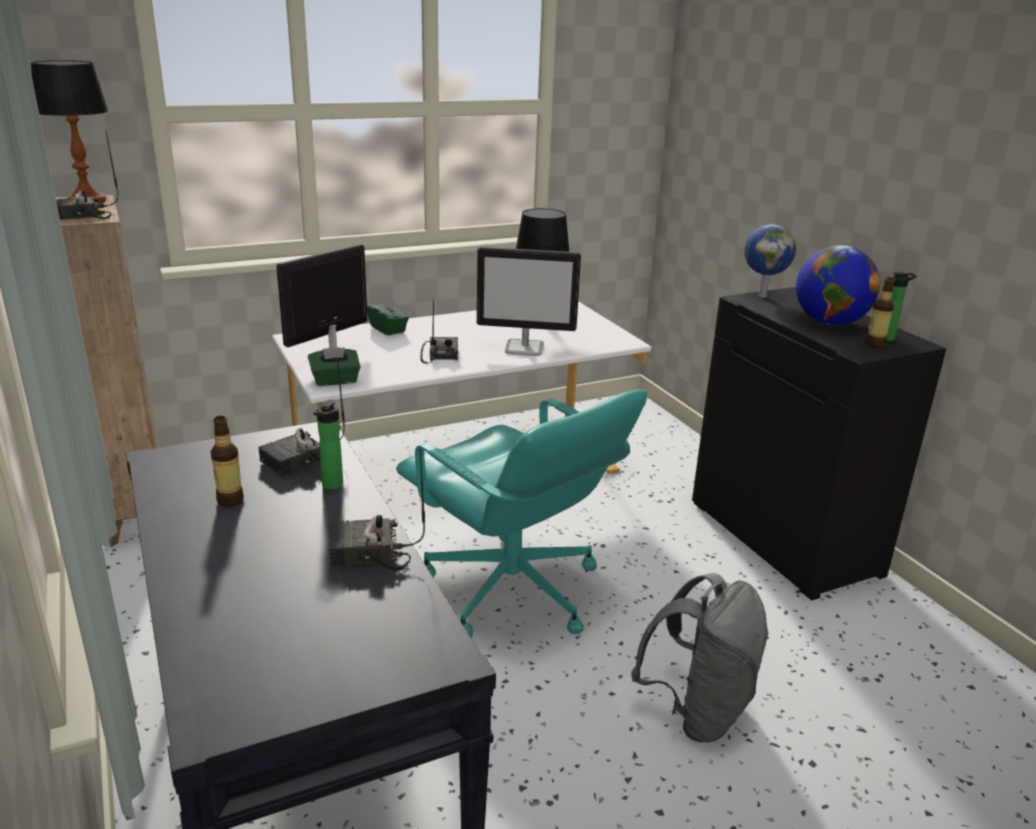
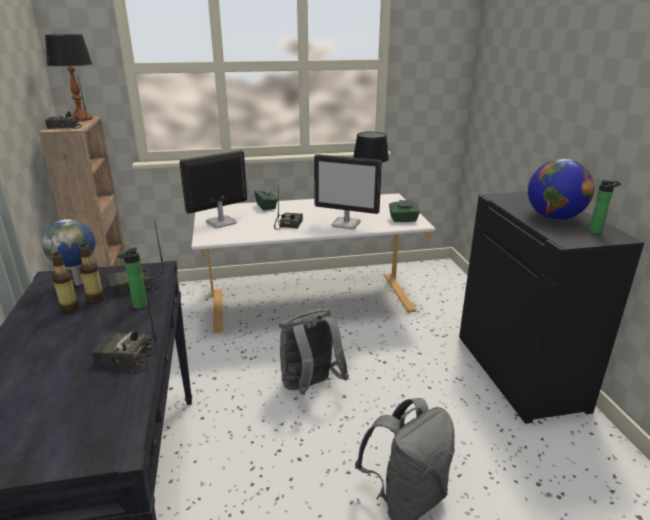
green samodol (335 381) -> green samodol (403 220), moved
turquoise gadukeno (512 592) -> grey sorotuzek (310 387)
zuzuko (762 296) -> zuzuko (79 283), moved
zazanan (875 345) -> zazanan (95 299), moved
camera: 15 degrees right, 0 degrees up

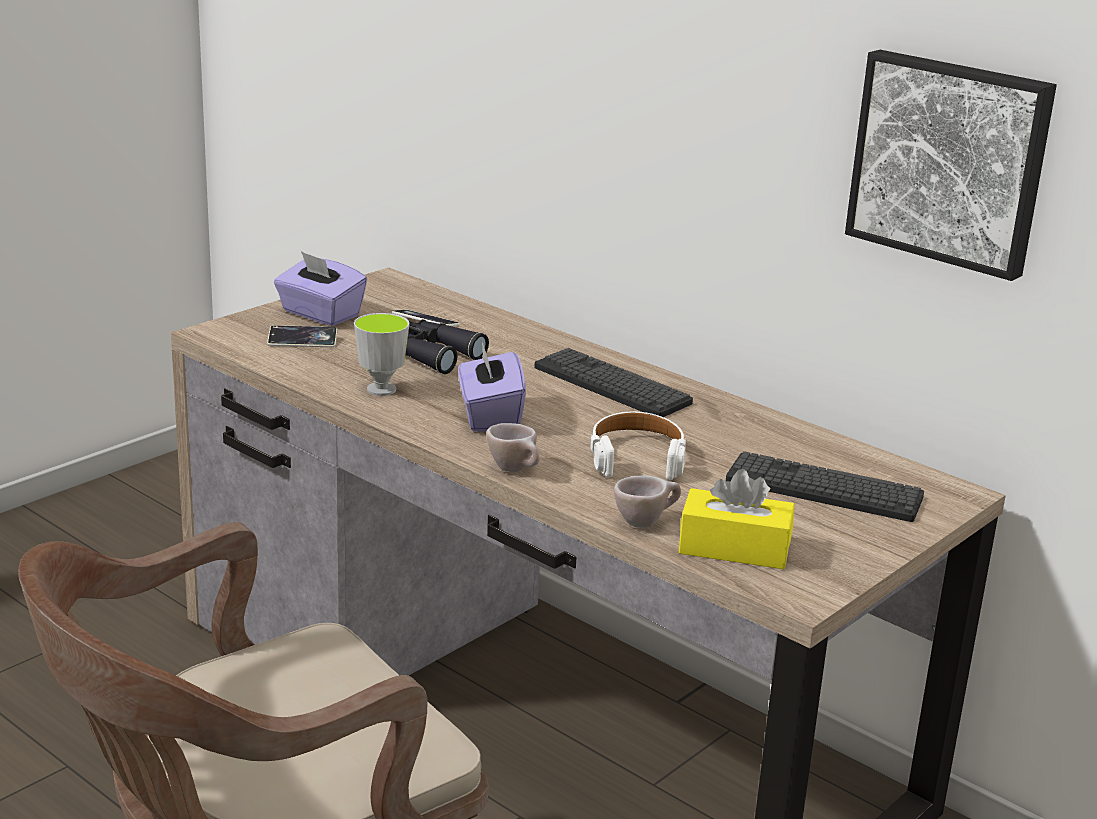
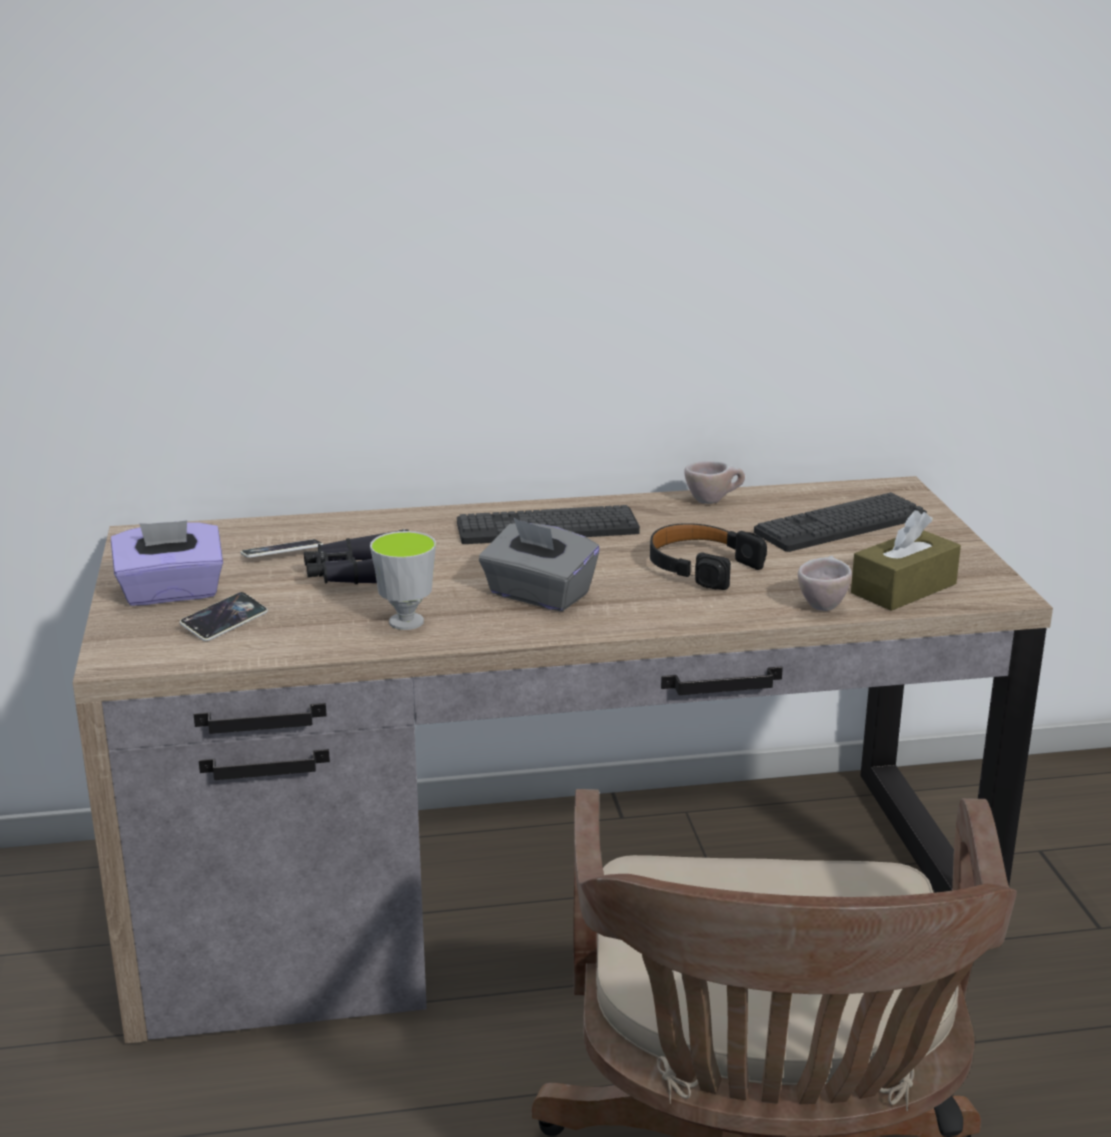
purple samodol (489 416) -> grey samodol (538 595)
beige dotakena (516 470) -> beige dotakena (713 501), moved
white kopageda (637 457) -> black kopageda (701 566)
yellow samodol (734 548) -> brown samodol (903 588)
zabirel (950 161) -> none
camera: 50 degrees left, 0 degrees up

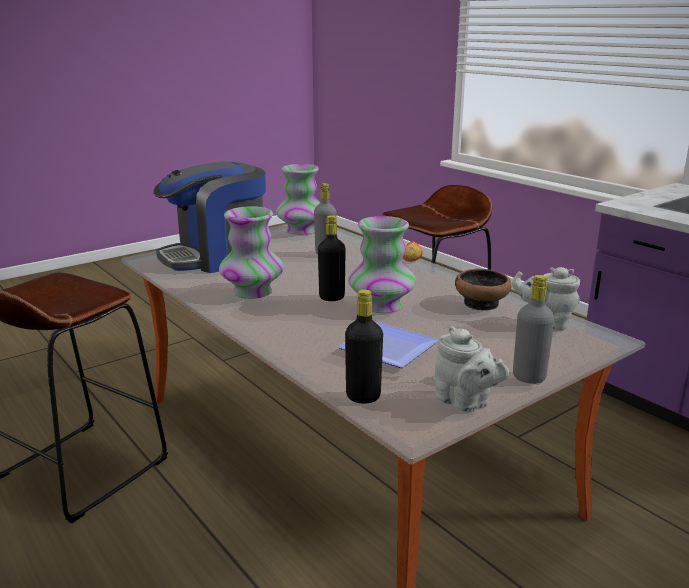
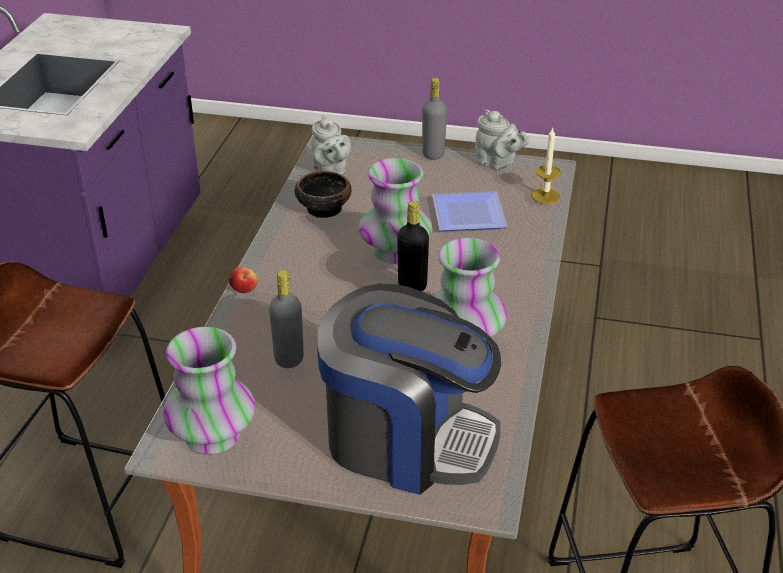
black zazanan (363 396) -> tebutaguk (545 196)
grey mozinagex (465 402) -> grey mozinagex (497 163), 120 degrees clockwise
camera: 130 degrees left, 15 degrees up

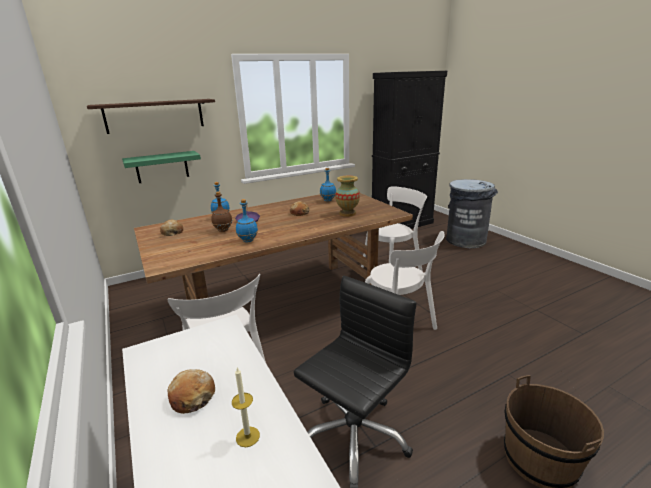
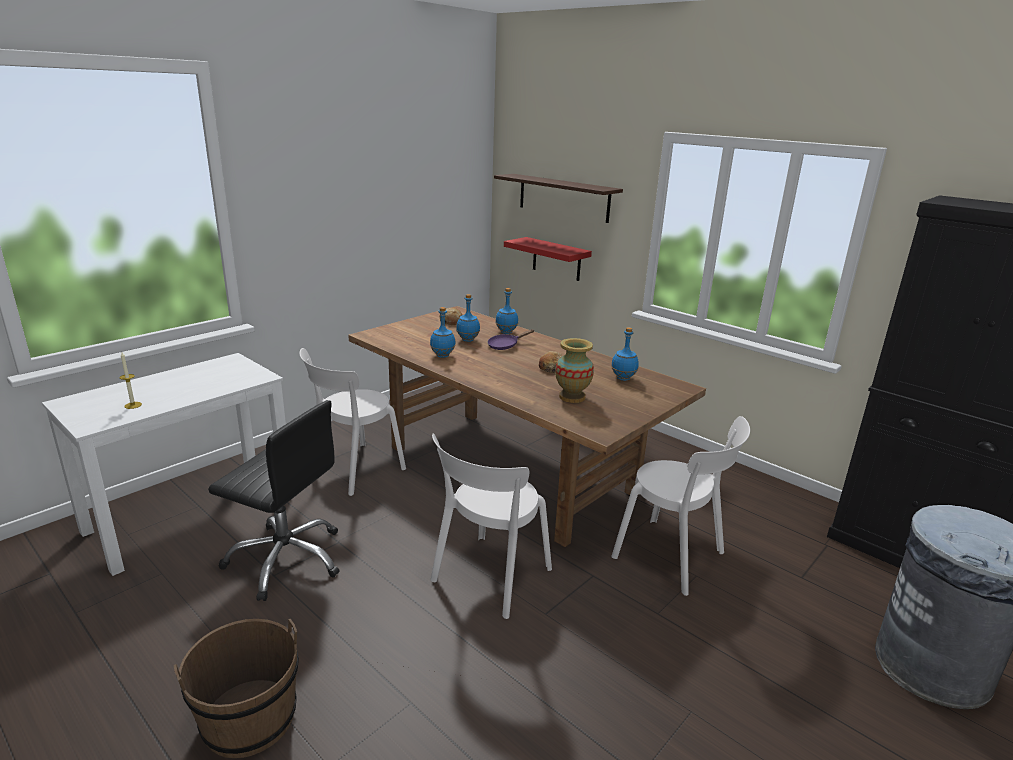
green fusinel (162 167) -> red fusinel (556 259)
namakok (192 397) -> none
brown zazanan (223 230) -> blue zazanan (467 340)
camera: 70 degrees right, 0 degrees up

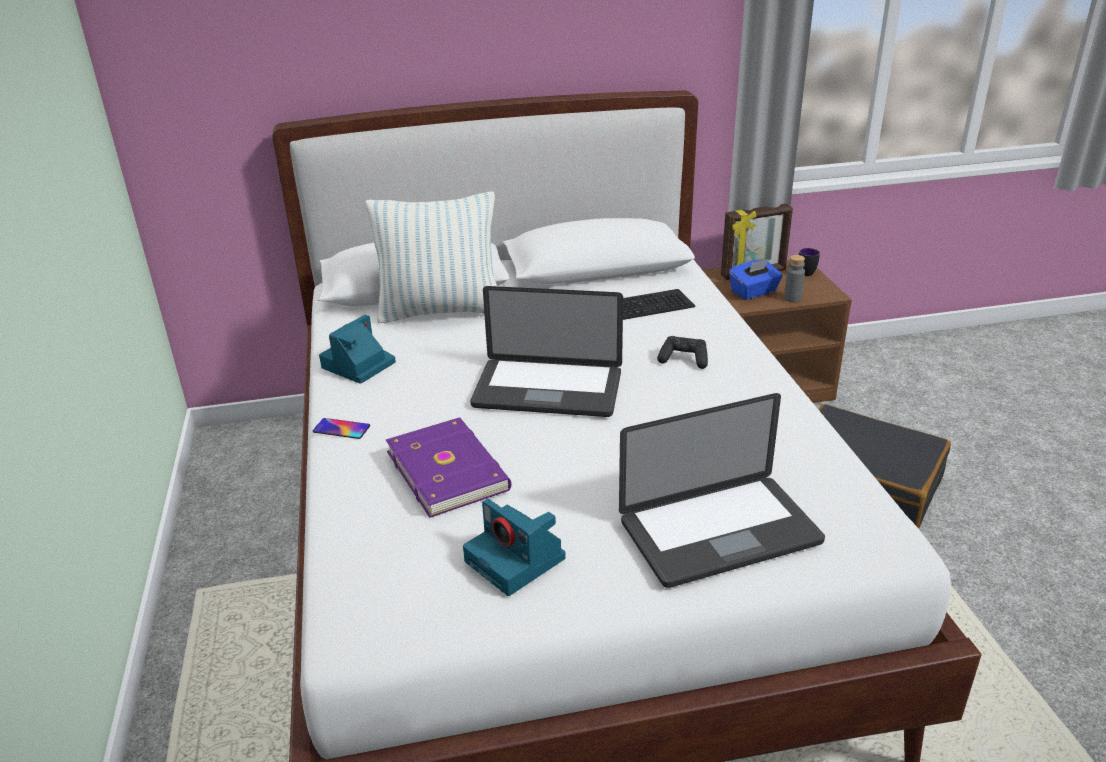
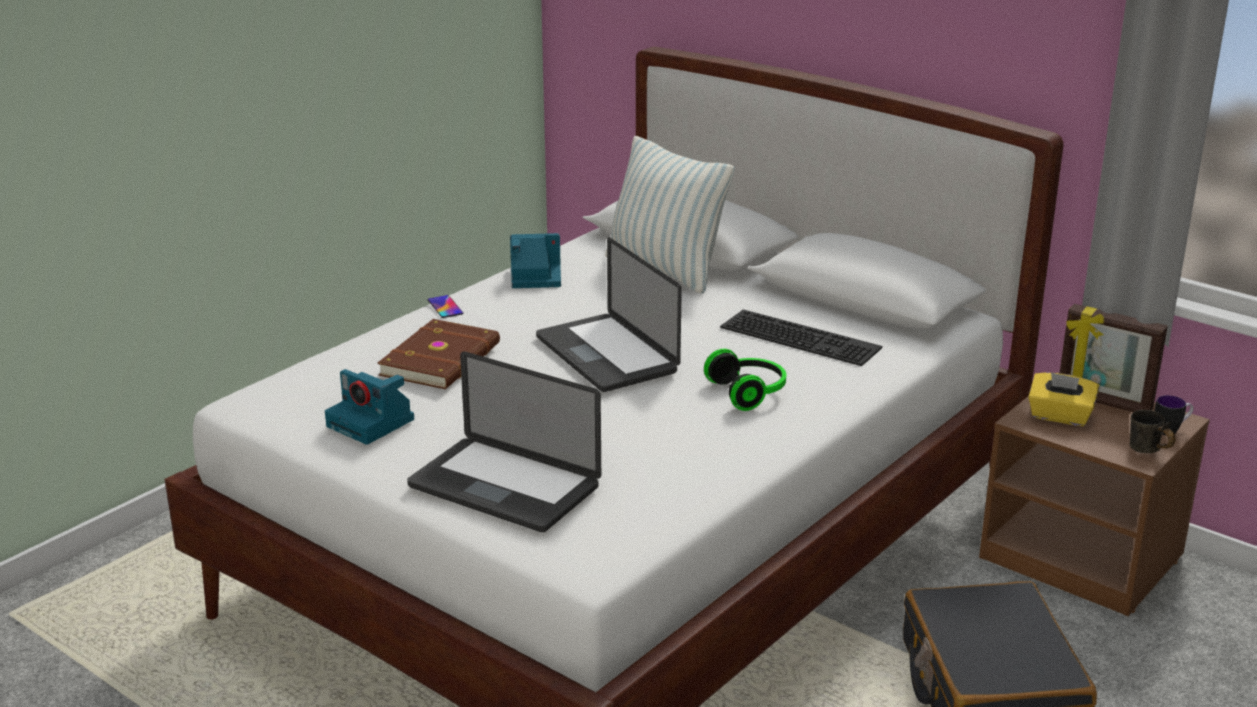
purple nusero (449 469) -> brown nusero (442 360)
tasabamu (517 560) -> tasabamu (372 423), 60 degrees counterclockwise
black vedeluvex (684 360) -> kopageda (749 393)
blue samodol (754 292) -> yellow samodol (1060 416)
grey zazanan (792 298) -> none
none -> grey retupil (1146 452)
camera: 50 degrees right, 5 degrees down

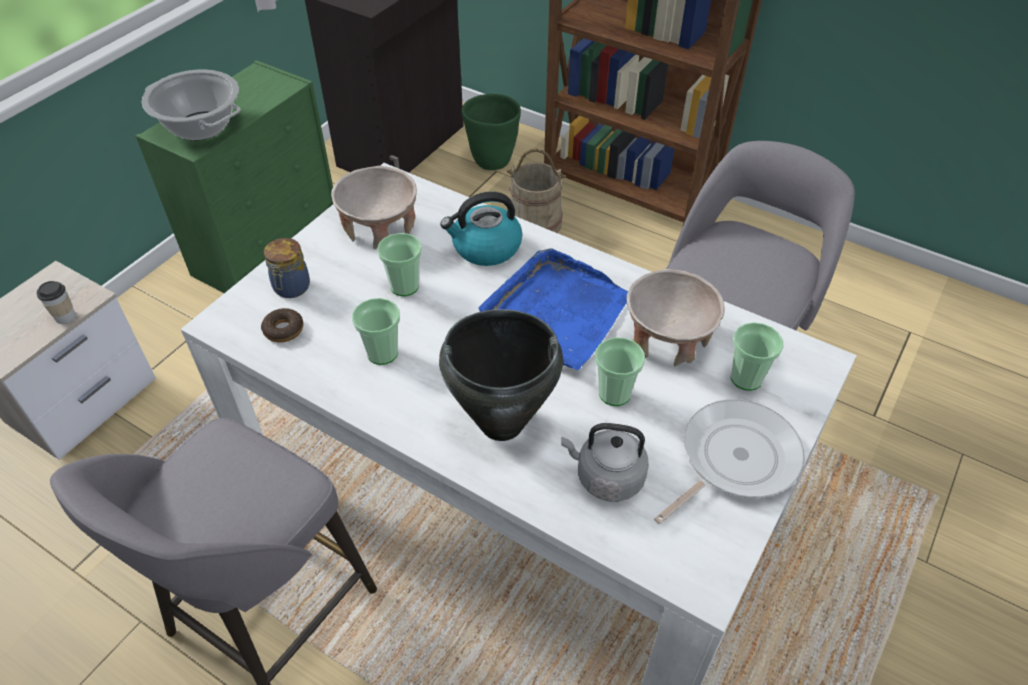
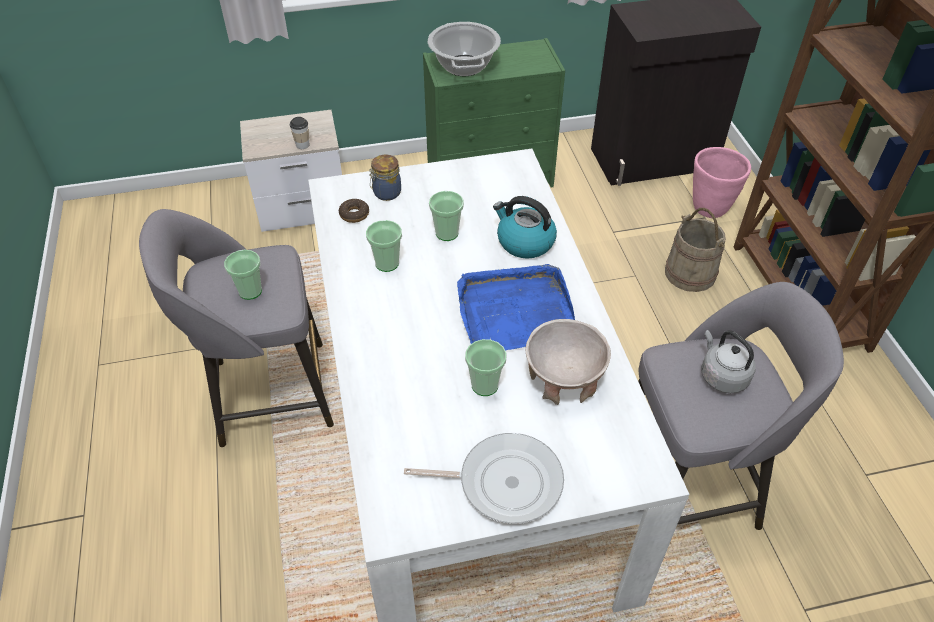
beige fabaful (379 229) -> none
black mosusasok (500 422) -> none
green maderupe (492 161) -> pink maderupe (709 208)
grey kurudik (606 477) -> grey kurudik (722 376), moved
dotakena (746 378) -> dotakena (250 291), moved
camera: 45 degrees right, 0 degrees up

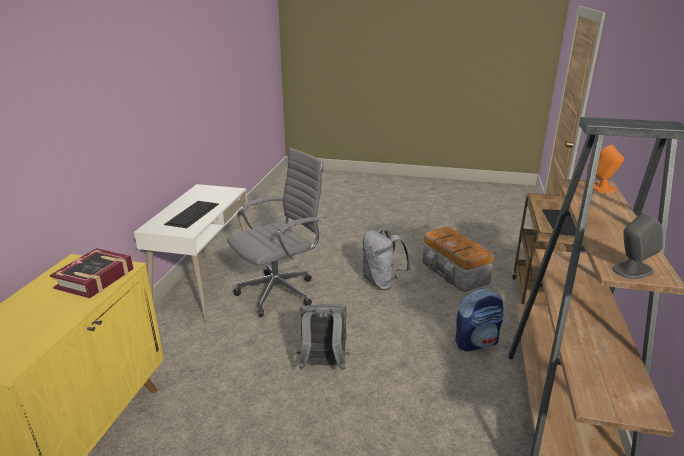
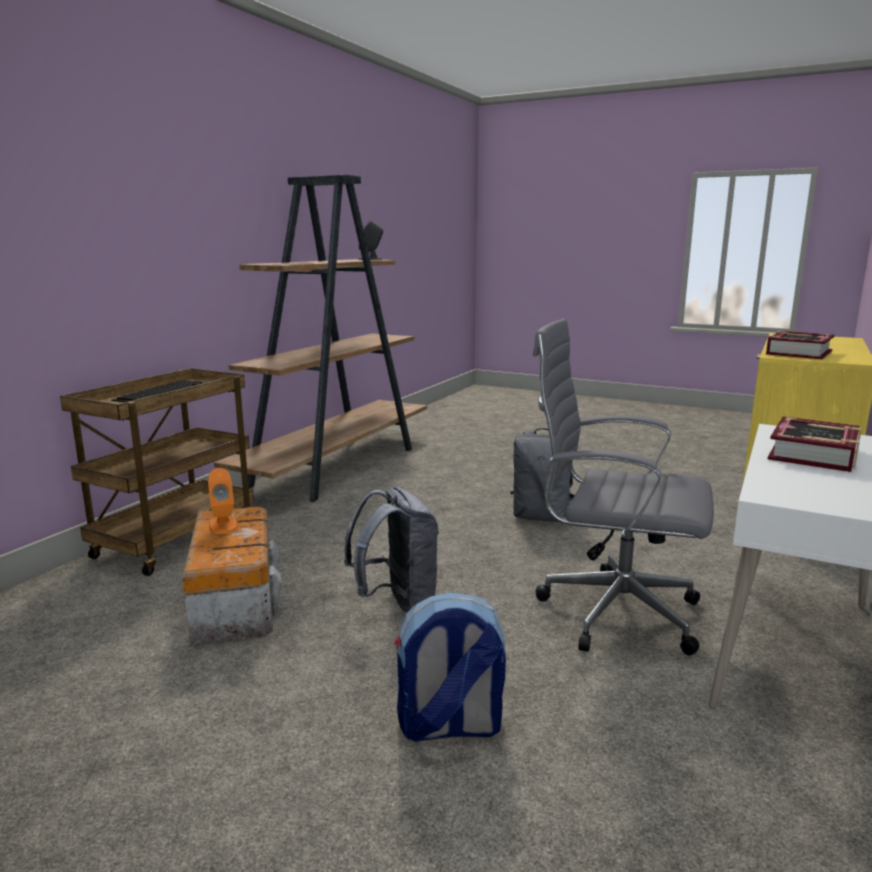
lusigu (192 213) -> nusero (814 454)
grey gadukeno (280 292) -> grey gadukeno (611 612), 45 degrees clockwise
sorotuzek (476 342) -> sorotuzek (449 727), moved
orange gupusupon (600 187) -> orange gupusupon (223 525), moved
camera: 165 degrees left, 10 degrees down

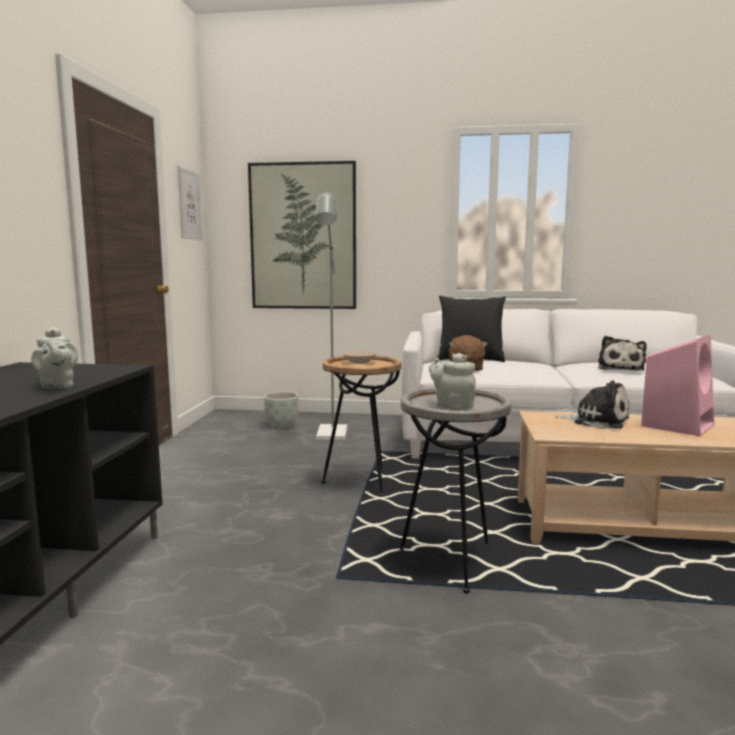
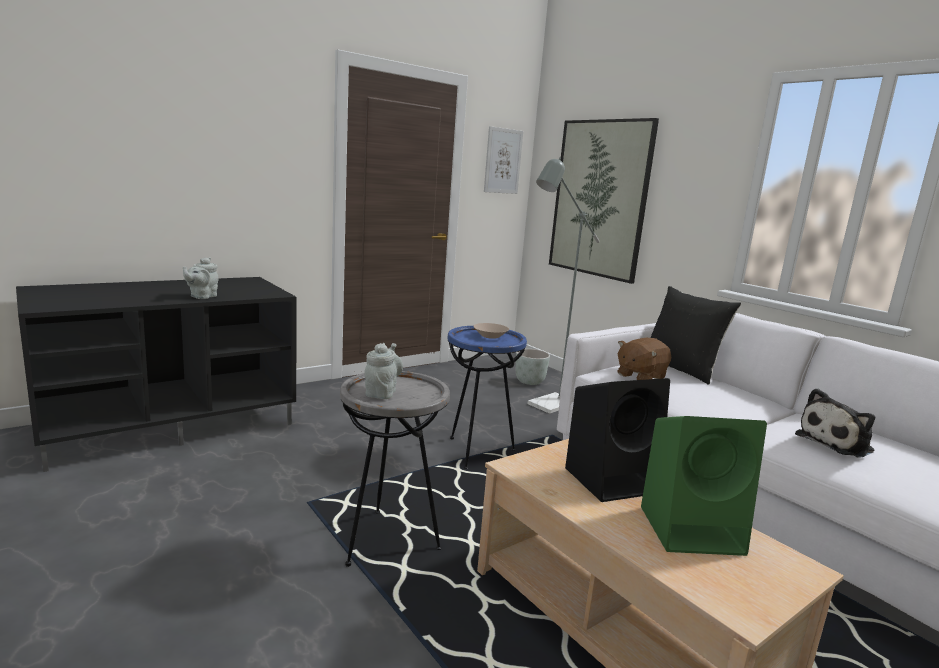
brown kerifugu (362 482) -> blue kerifugu (477 452)
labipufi (597 421) -> black gupusupon (613 479)
pink gupusupon (677 425) -> green gupusupon (693 529)
camera: 45 degrees right, 5 degrees up

